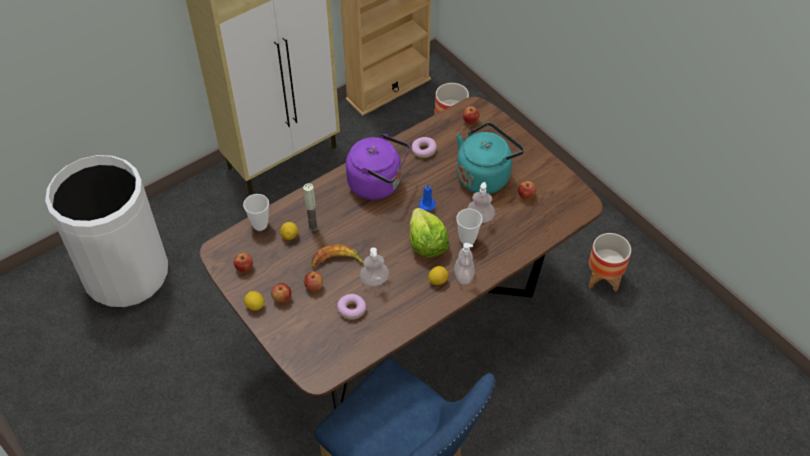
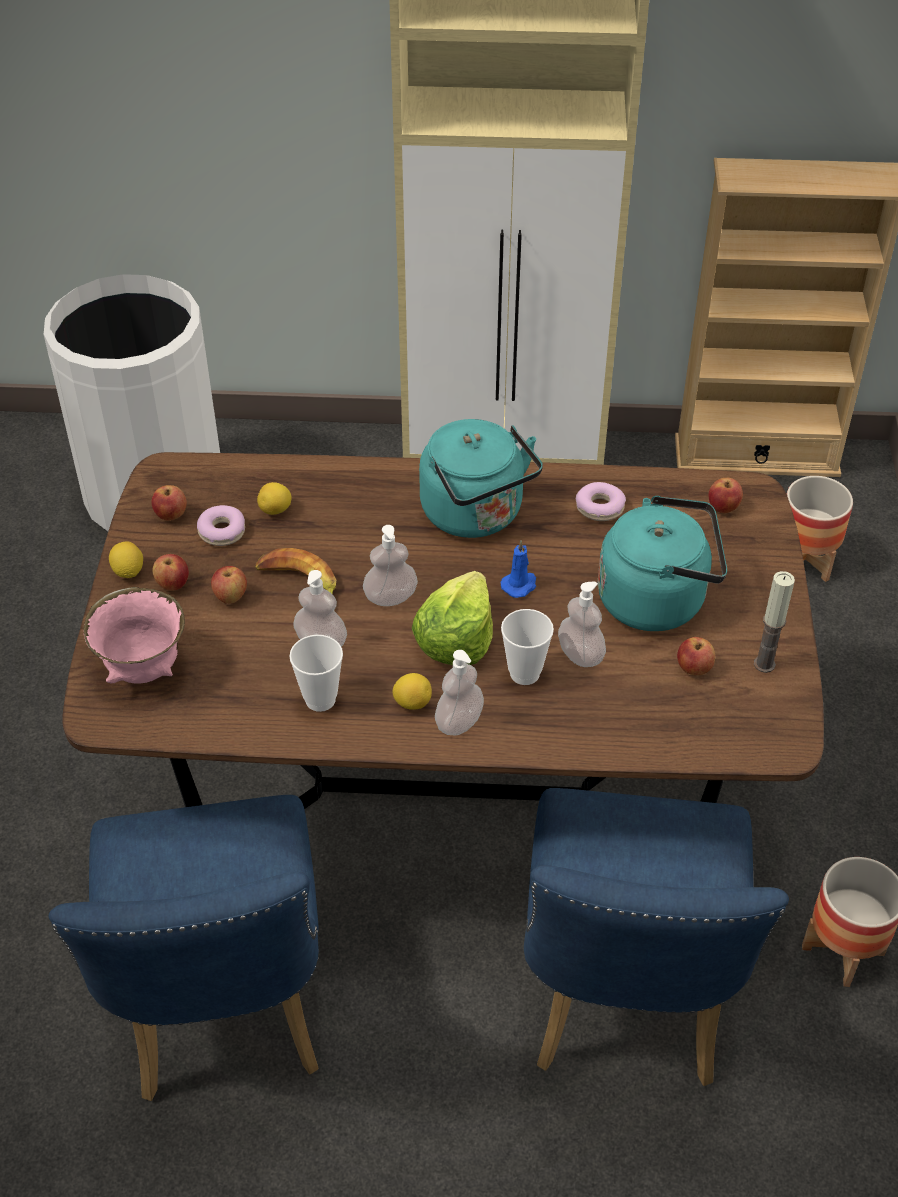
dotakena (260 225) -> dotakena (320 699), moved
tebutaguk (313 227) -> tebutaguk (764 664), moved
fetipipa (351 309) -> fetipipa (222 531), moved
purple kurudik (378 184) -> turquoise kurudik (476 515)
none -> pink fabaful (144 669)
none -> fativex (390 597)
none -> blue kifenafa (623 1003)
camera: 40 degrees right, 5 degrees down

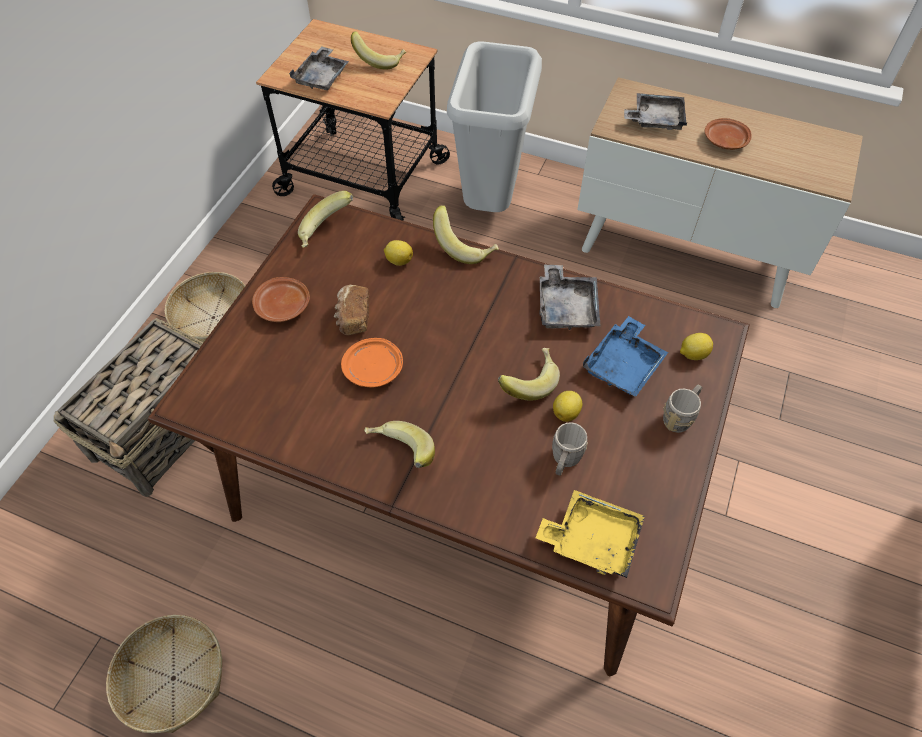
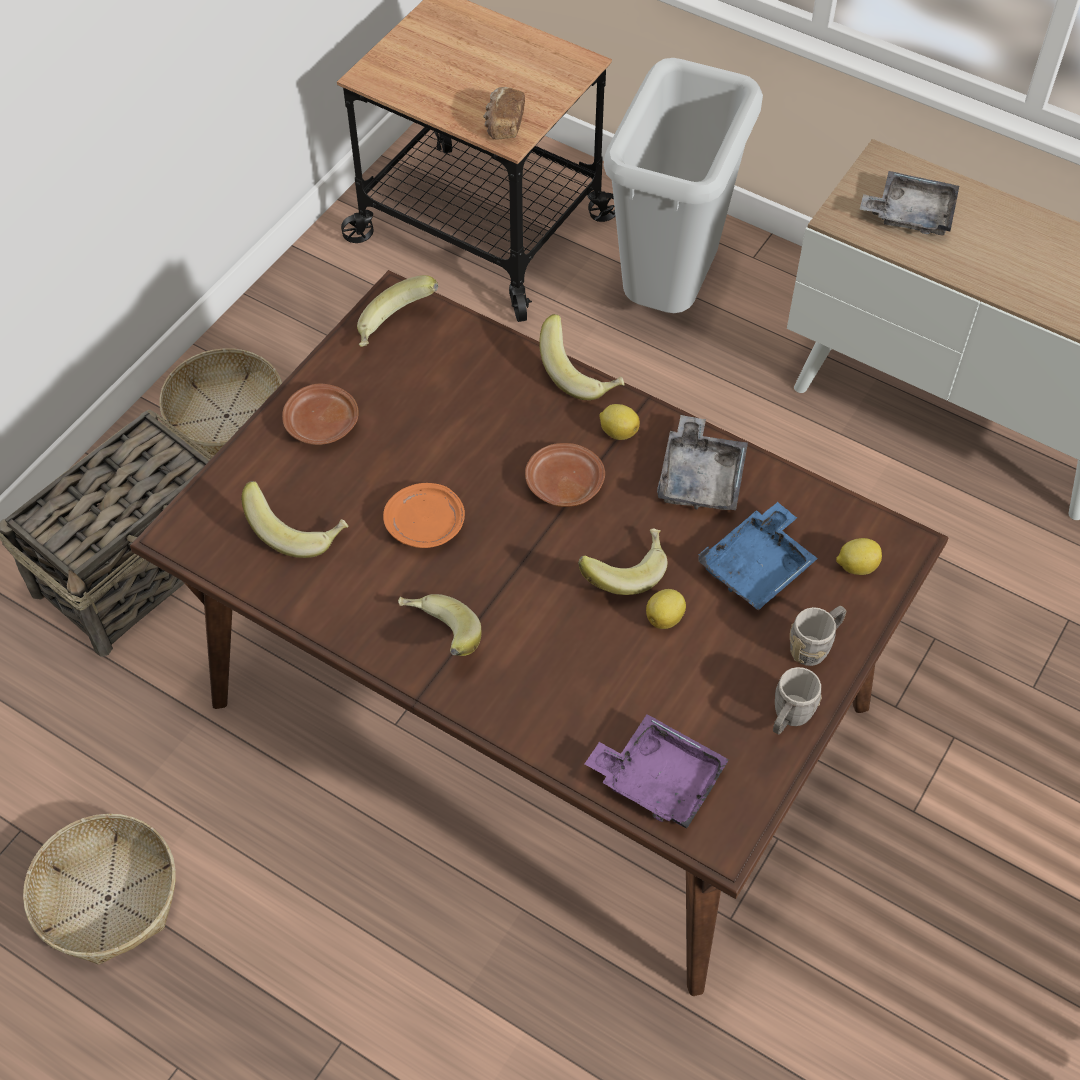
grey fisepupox (322 77) -> none
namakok (353 317) -> namakok (503 124), moved
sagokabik (380 60) -> sagokabik (298 530), moved
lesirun (398 260) -> lesirun (618 431), moved
yellow fisepupox (591 539) -> purple fisepupox (658 779)
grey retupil (564 461) -> grey retupil (788 718), moved
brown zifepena (724 141) -> brown zifepena (563 484), moved
camera: 10 degrees right, 0 degrees up

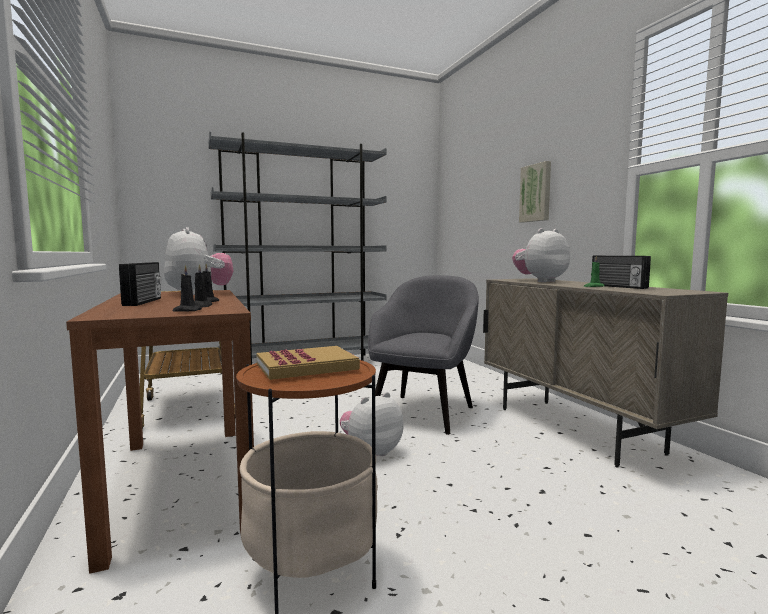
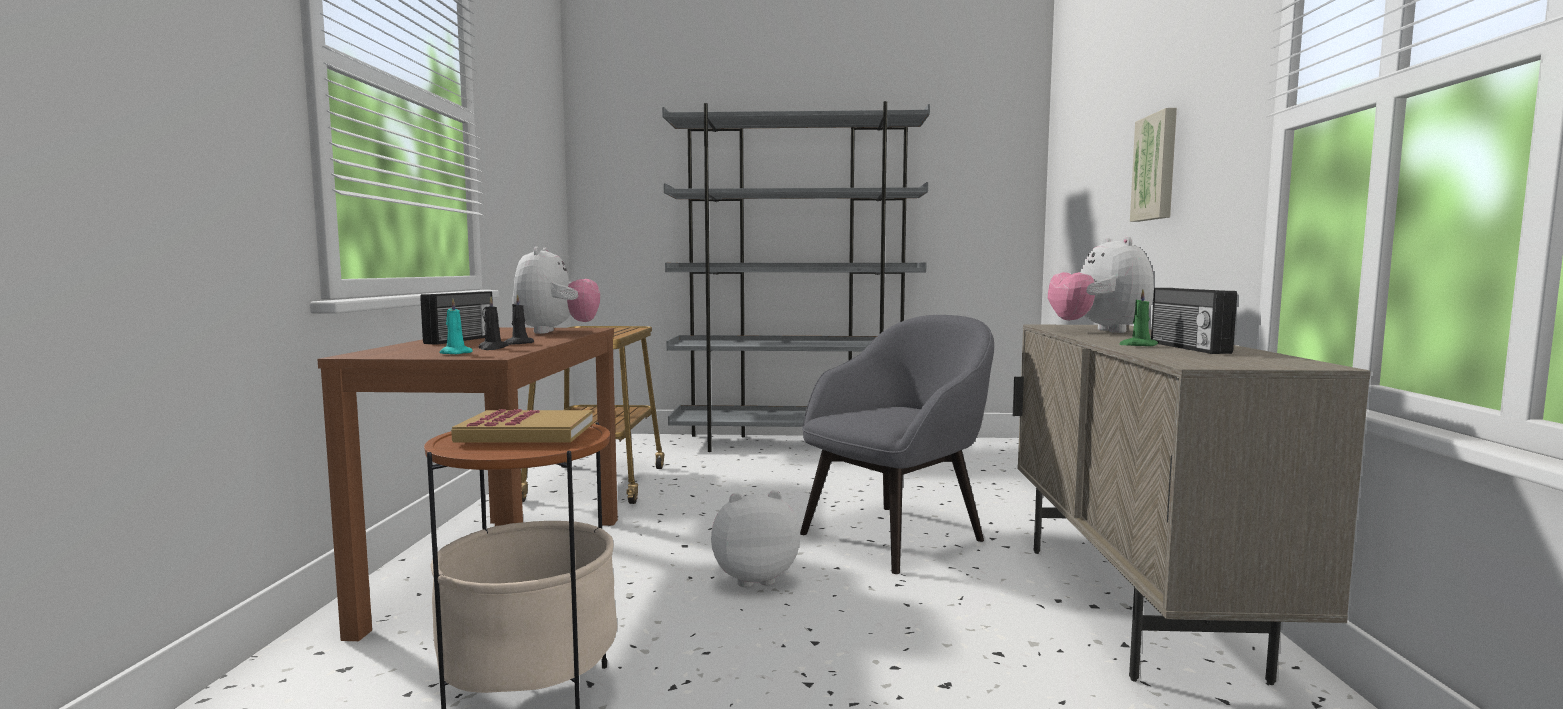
black tebutaguk (186 311) -> turquoise tebutaguk (454 353)
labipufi (540 281) -> labipufi (1099 331), 90 degrees counterclockwise
camera: 25 degrees right, 0 degrees up

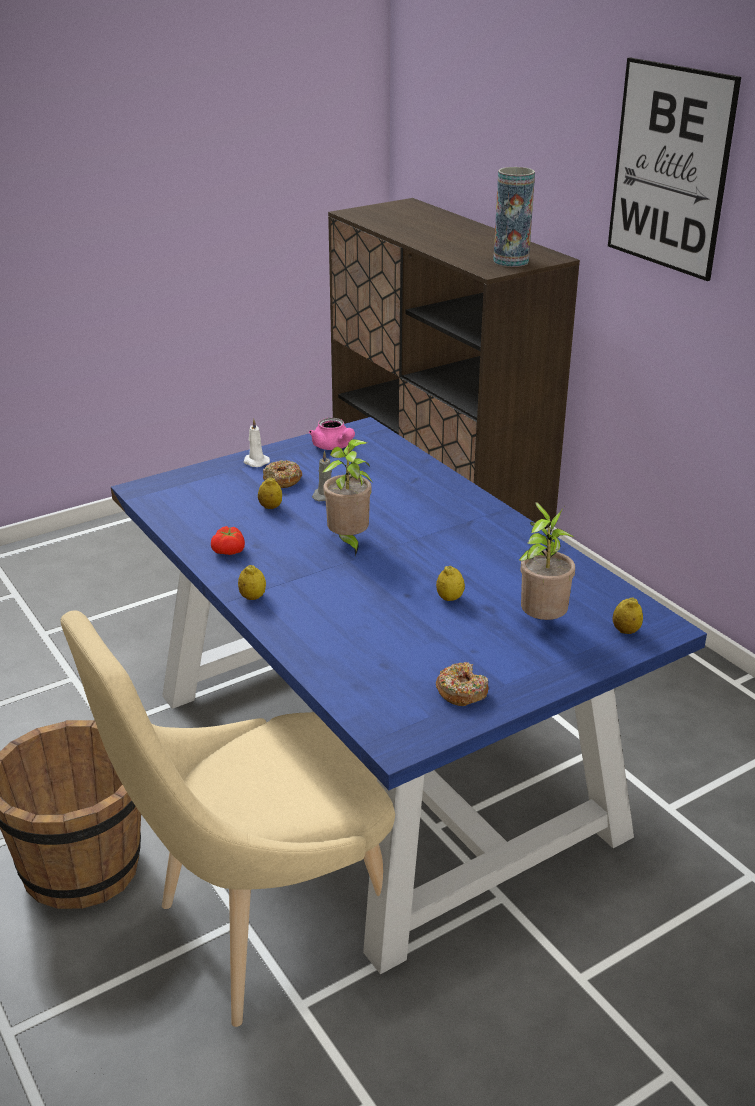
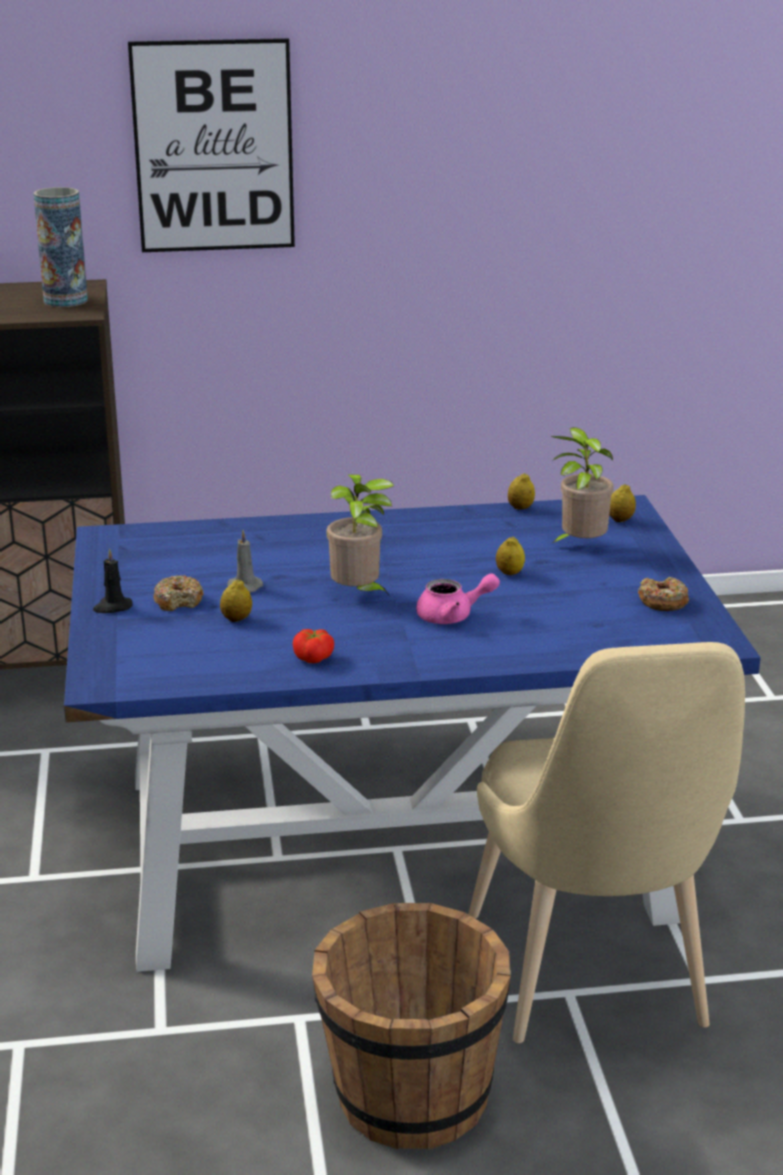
lesirun (252 597) -> lesirun (520 508), moved
white tebutaguk (255 462) -> black tebutaguk (112 607)
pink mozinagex (333 447) -> pink mozinagex (453 616), moved
camera: 65 degrees left, 5 degrees down

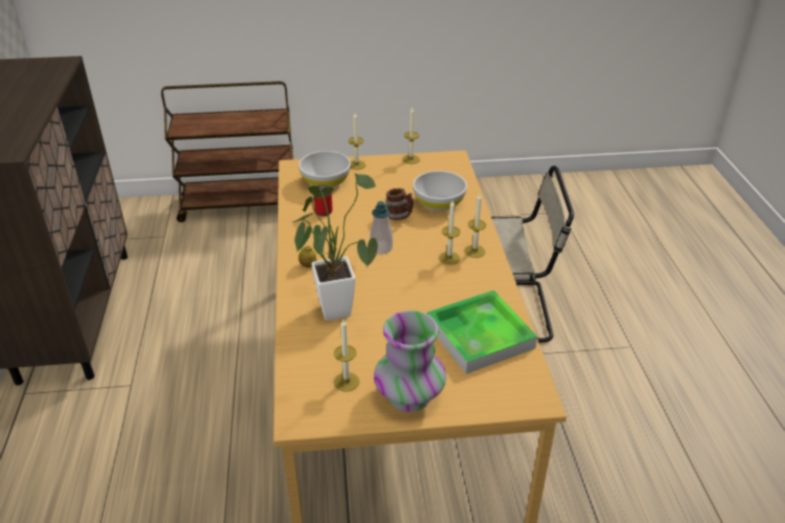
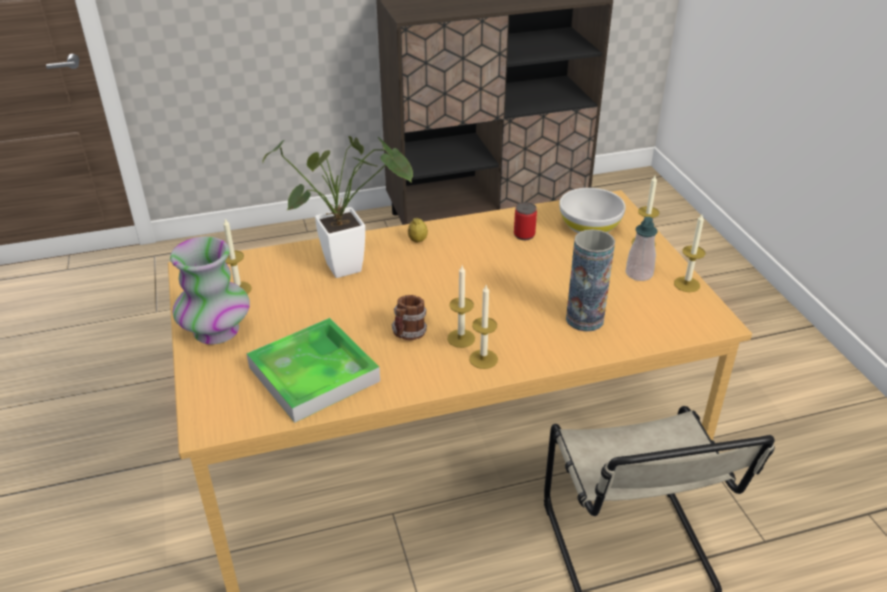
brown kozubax (240 205) -> none
fativex (381 248) -> fativex (639 274), moved
retupil (400 216) -> retupil (408 335), moved
white fabaful (439 203) -> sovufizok (584 319)
camera: 80 degrees right, 0 degrees up

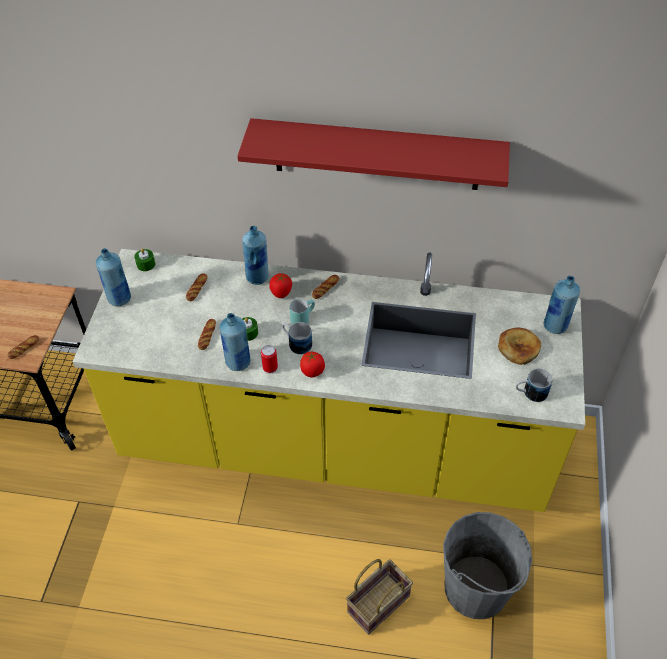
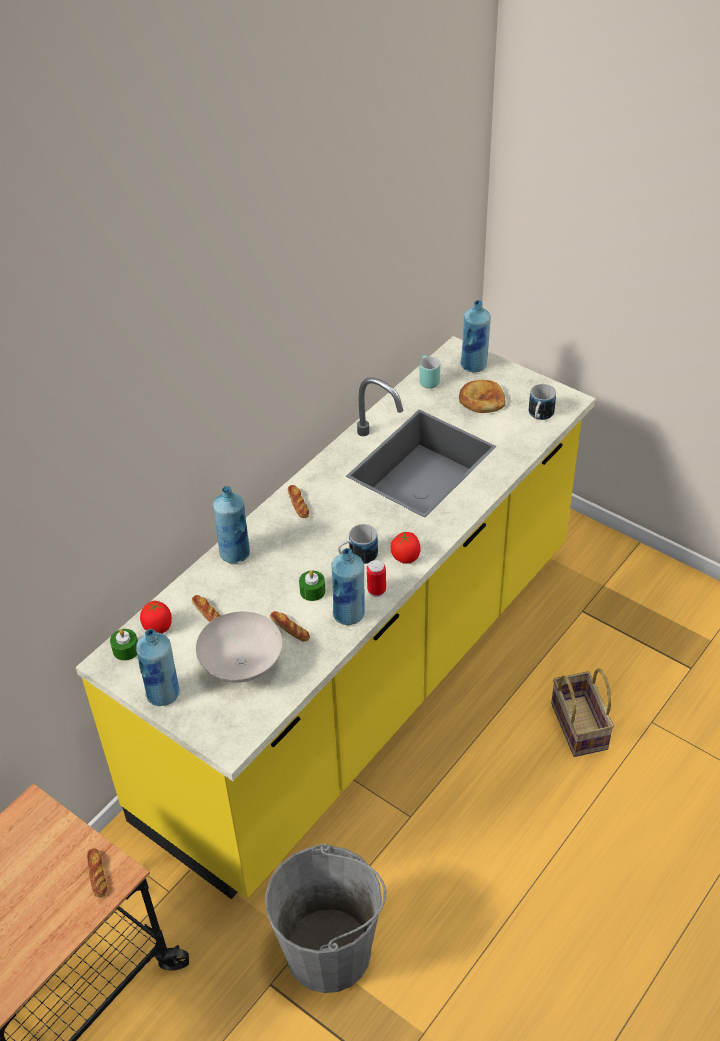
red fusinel (377 154) -> none
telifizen (281 293) -> telifizen (158 627), moved
turquoise retupil (302 318) -> turquoise retupil (426 380), moved
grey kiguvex (476 588) -> grey kiguvex (329 951), moved
none -> white fabaful (242 665)
camera: 60 degrees left, 5 degrees down

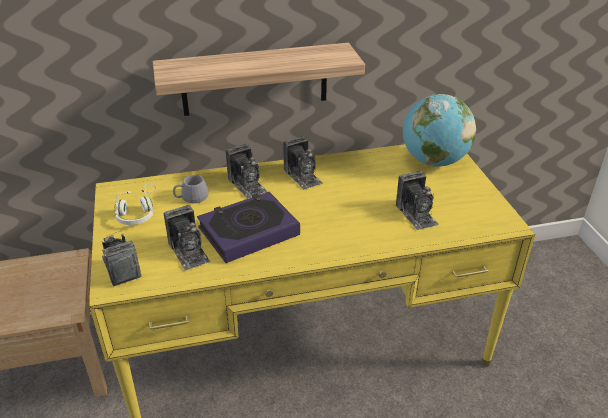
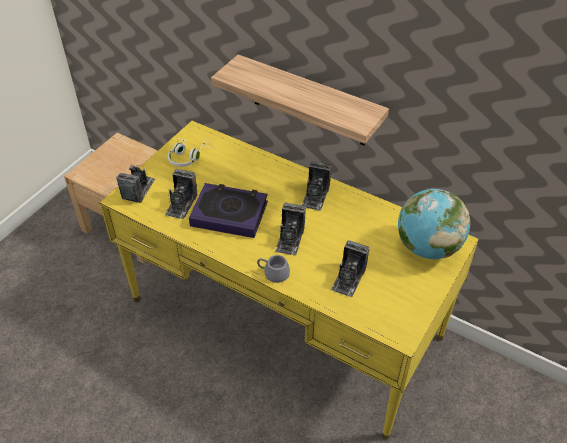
grey retupil (190 196) -> grey retupil (274 270), moved
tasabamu (247 185) -> tasabamu (290 239), moved
camera: 45 degrees right, 10 degrees up

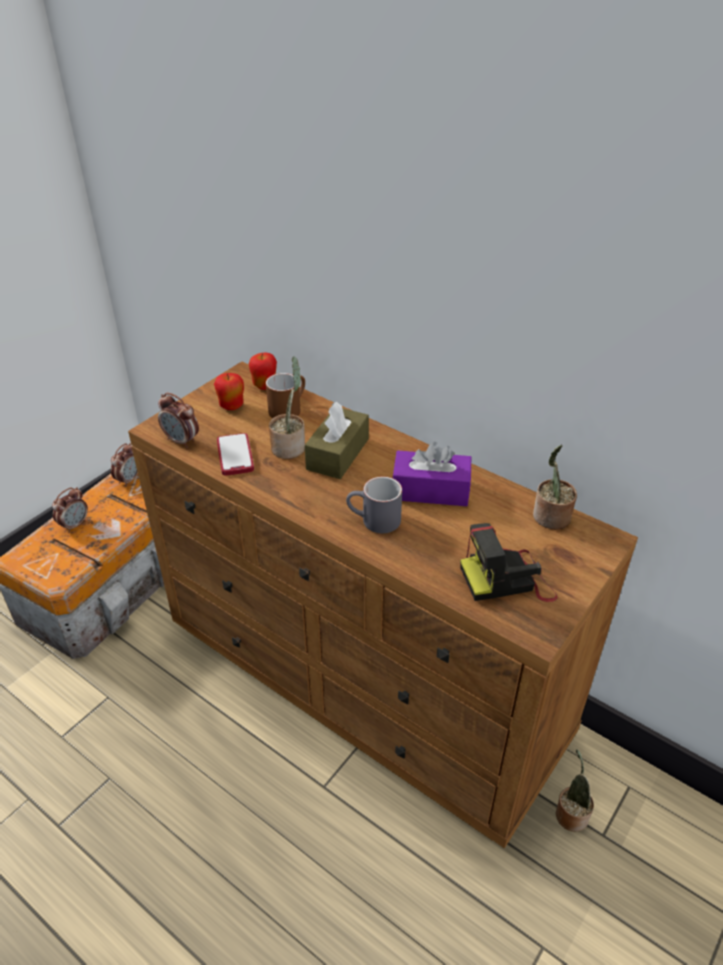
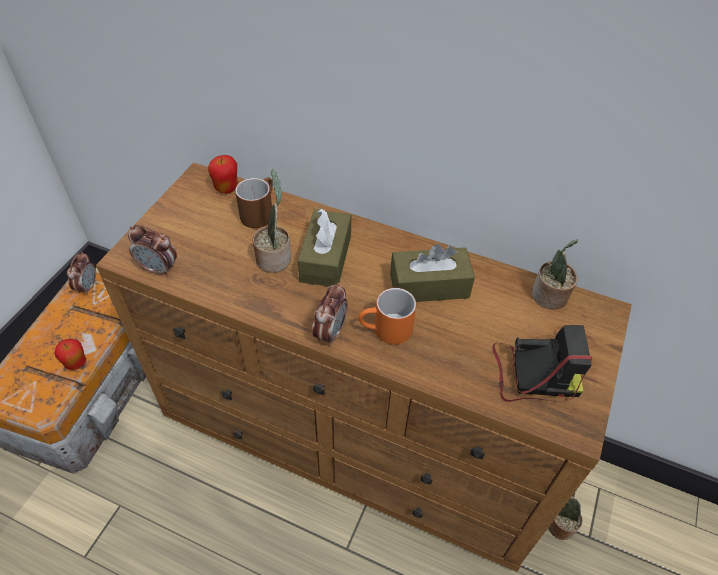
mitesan (74 525) -> mitesan (330 332), moved
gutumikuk (231 406) -> gutumikuk (76 363), moved
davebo (235 456) -> none
grey retupil (374 521) -> orange retupil (385 331)
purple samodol (430 490) -> brown samodol (429 285)
tasabamu (507 580) -> tasabamu (533 374), 150 degrees counterclockwise
camera: 15 degrees left, 10 degrees up

